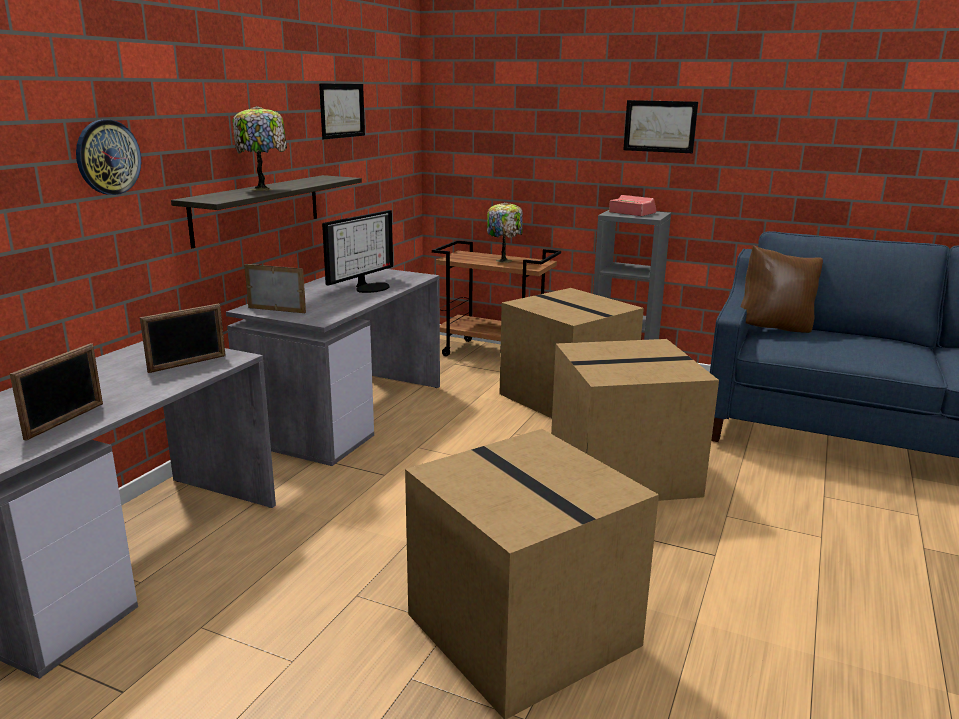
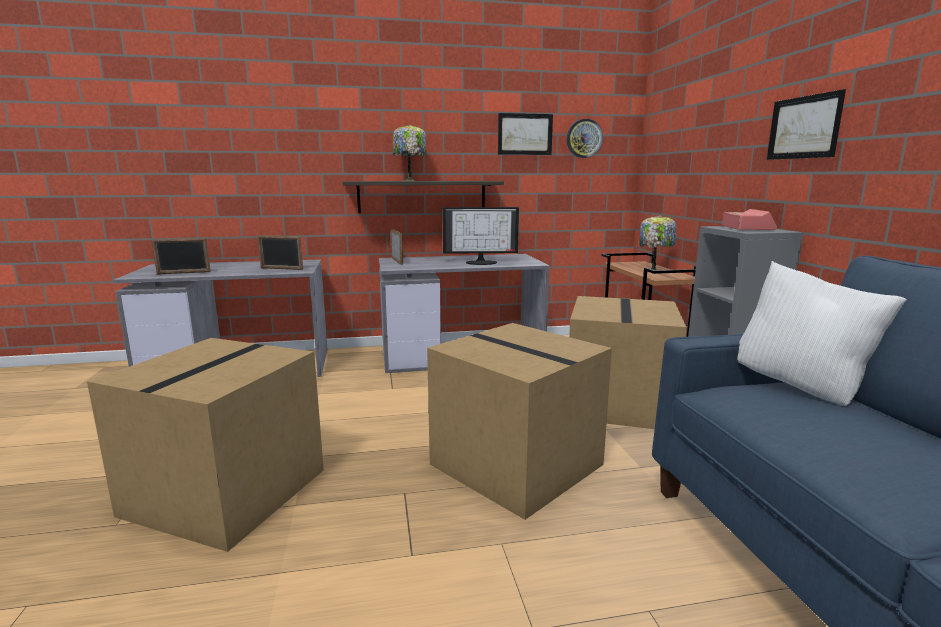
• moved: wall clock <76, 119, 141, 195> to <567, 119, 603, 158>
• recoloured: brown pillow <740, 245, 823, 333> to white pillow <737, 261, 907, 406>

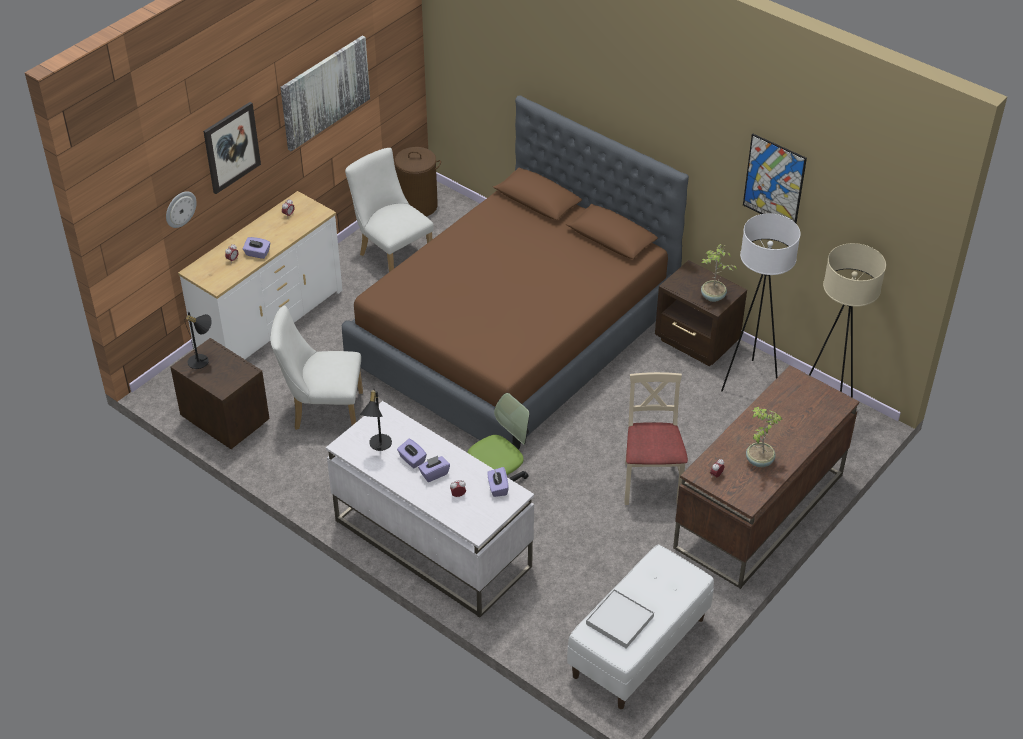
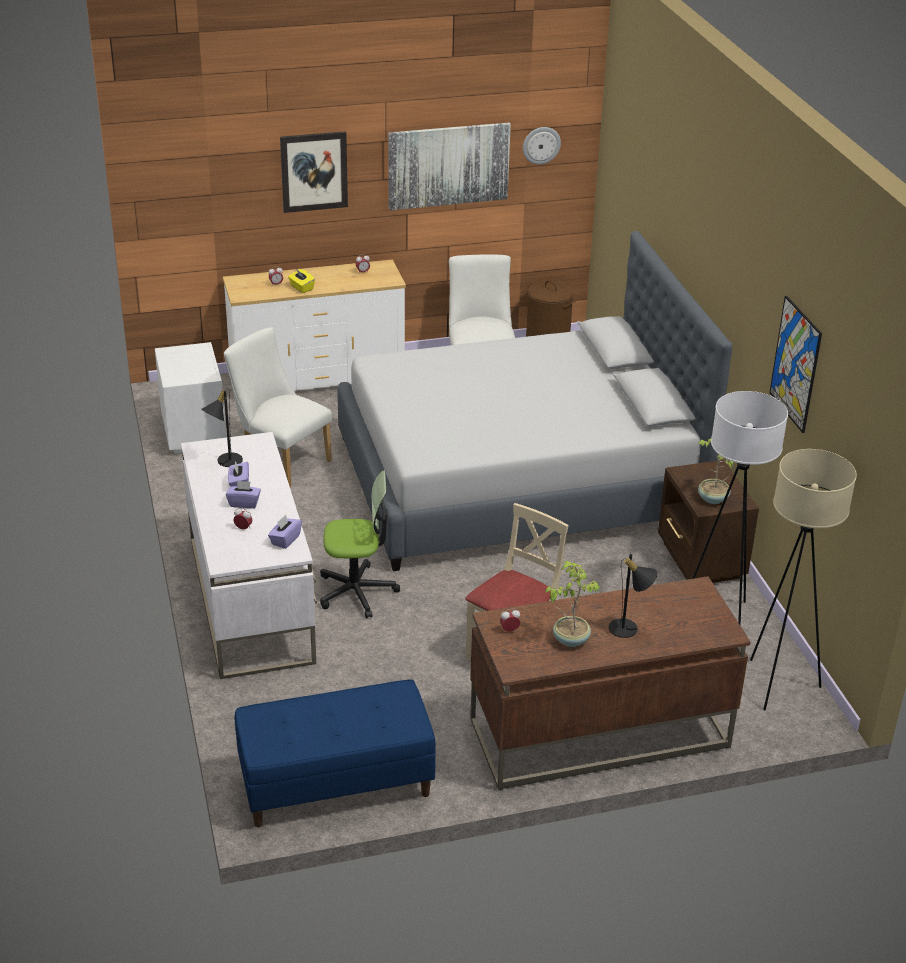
• recoloured: brown bed <342, 95, 689, 443> to grey bed <337, 231, 732, 571>
• moved: wall clock <166, 191, 197, 228> to <523, 127, 561, 164>
• recoloured: purple tissue box <243, 237, 270, 259> to yellow tissue box <288, 269, 315, 293>
• moved: black table lamp <185, 312, 212, 369> to <609, 554, 657, 638>
• recoloured: brown nightstand <170, 338, 270, 449> to white nightstand <155, 342, 226, 454>
• recoloured: white bench <567, 544, 714, 709> to blue bench <235, 679, 436, 827>
• removed: white tray <586, 589, 654, 648>

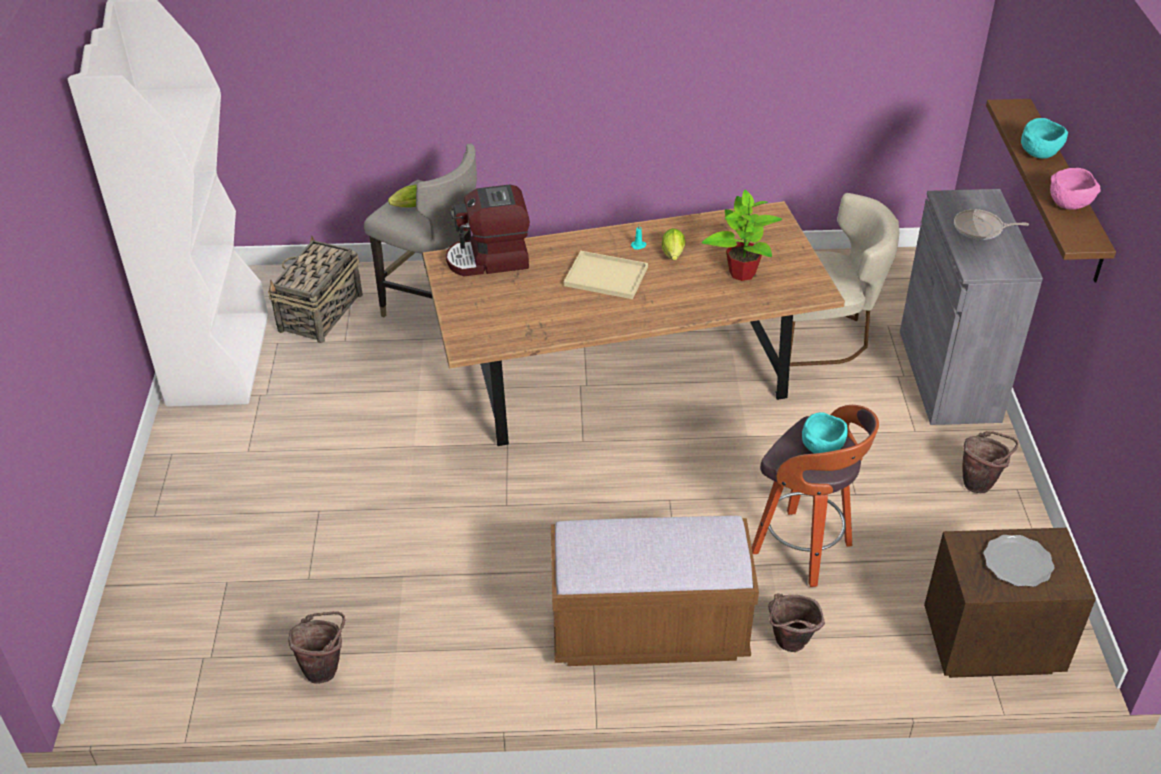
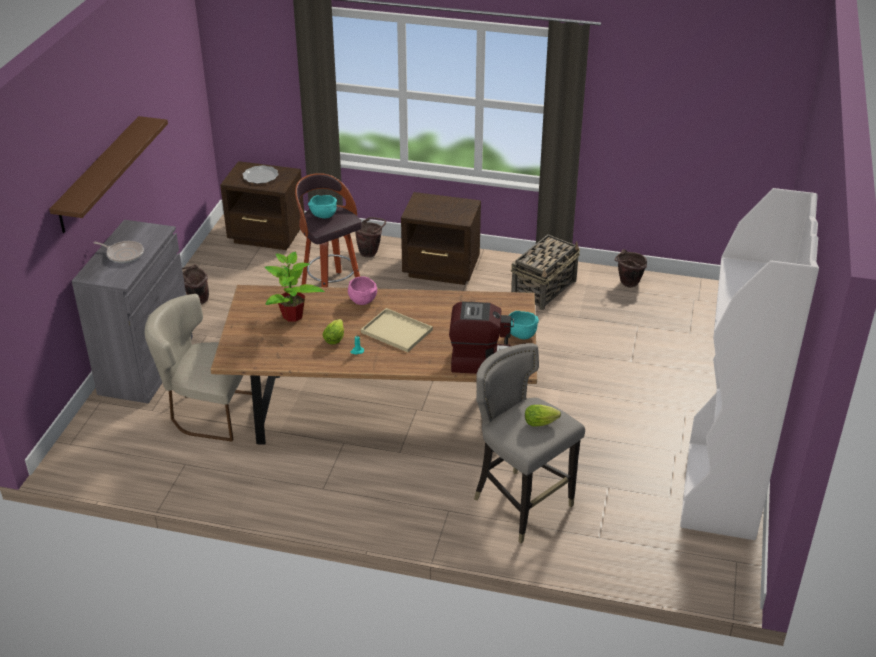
• moved: turquoise bowl <1021, 118, 1068, 159> to <509, 311, 539, 339>
• moved: pink bowl <1050, 168, 1101, 210> to <348, 277, 377, 305>
• moved: basket <268, 235, 363, 343> to <511, 234, 580, 310>
• replaced: brown bench <551, 516, 759, 666> to brown nightstand <401, 192, 481, 285>

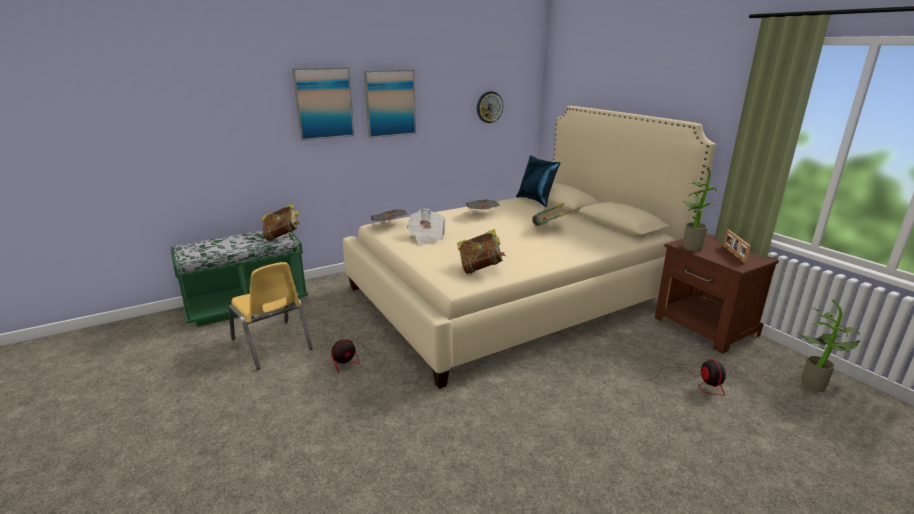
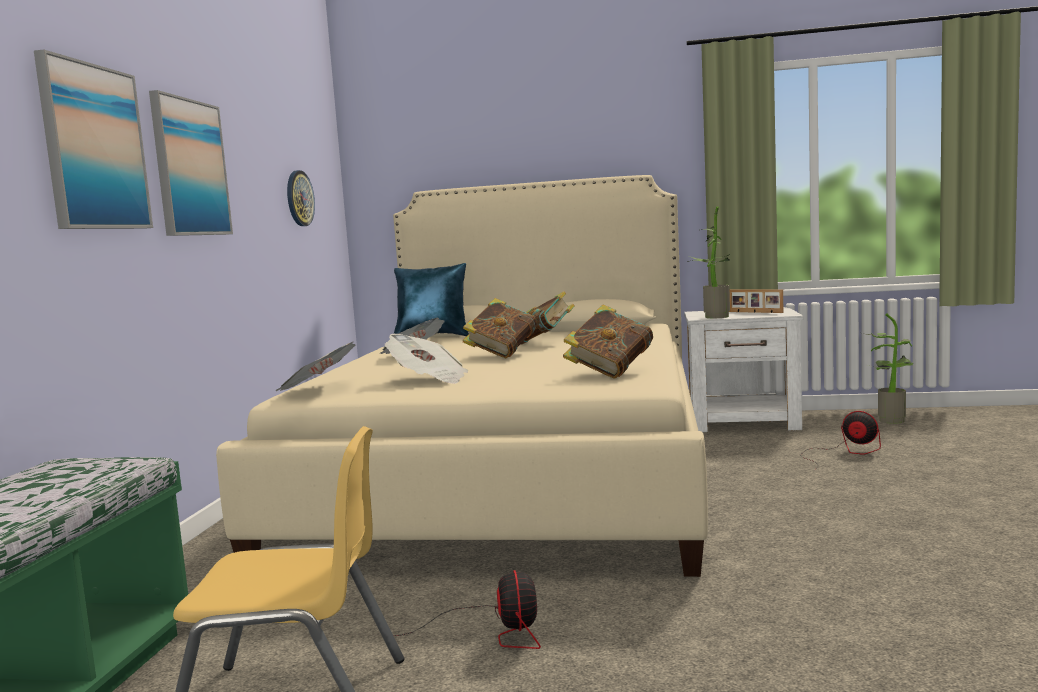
• moved: book <262, 203, 299, 241> to <463, 298, 537, 358>
• recoloured: brown nightstand <655, 234, 779, 354> to white nightstand <684, 307, 804, 432>

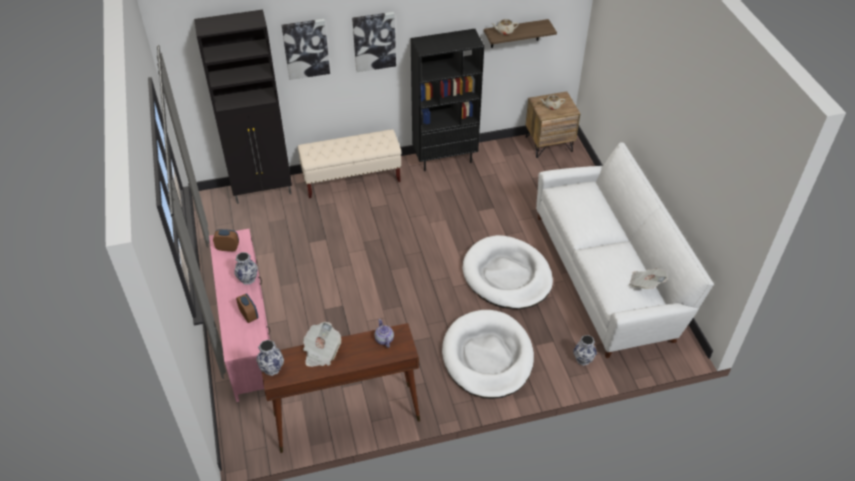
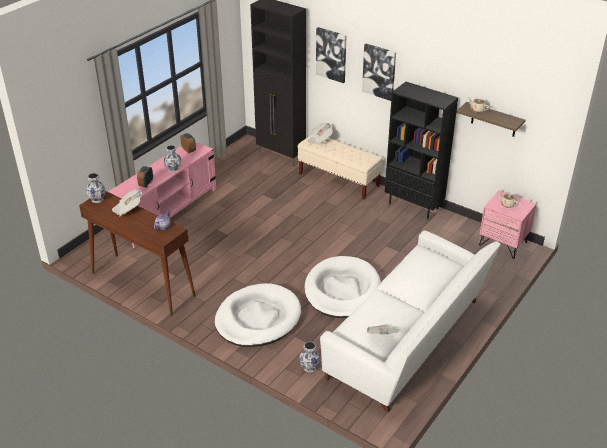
• recoloured: brown nightstand <526, 91, 581, 158> to pink nightstand <479, 190, 537, 259>
• added: newspaper <308, 123, 333, 145>

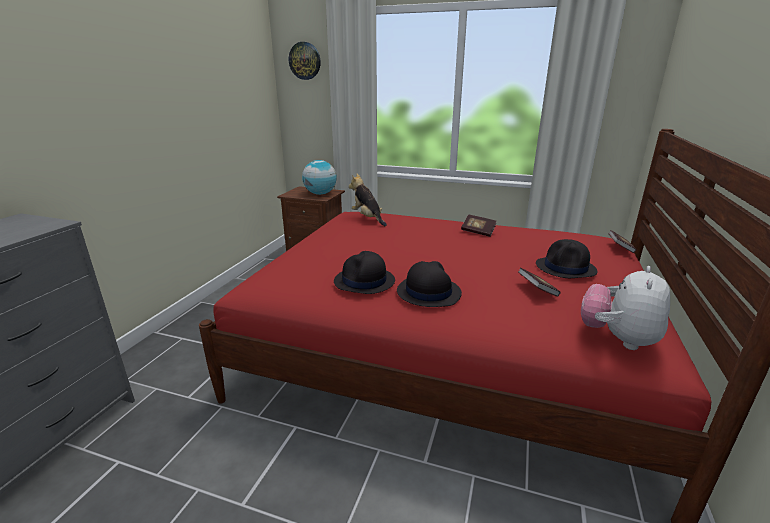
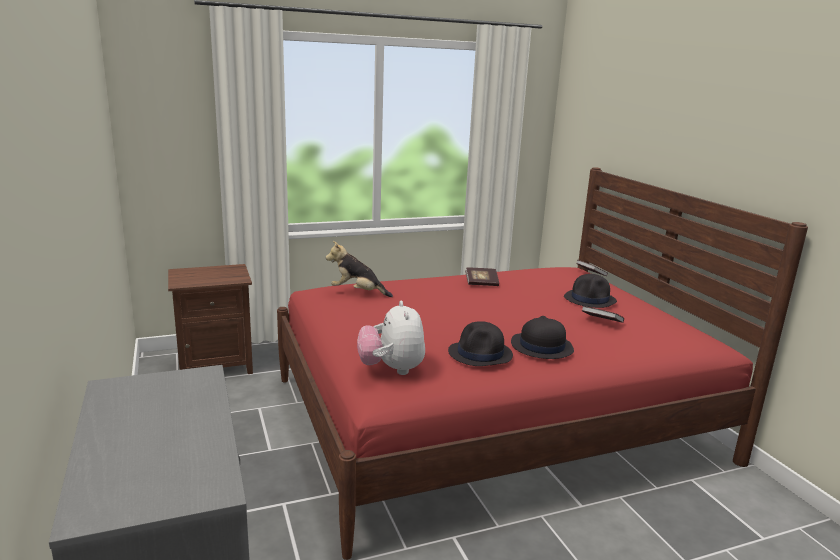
• removed: wall clock <289, 42, 321, 80>
• removed: globe <302, 160, 337, 195>
• moved: plush toy <581, 266, 670, 350> to <357, 301, 425, 375>

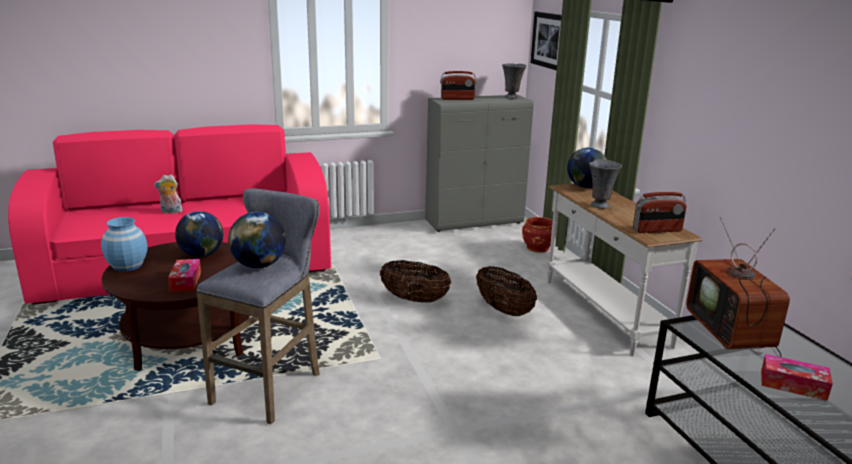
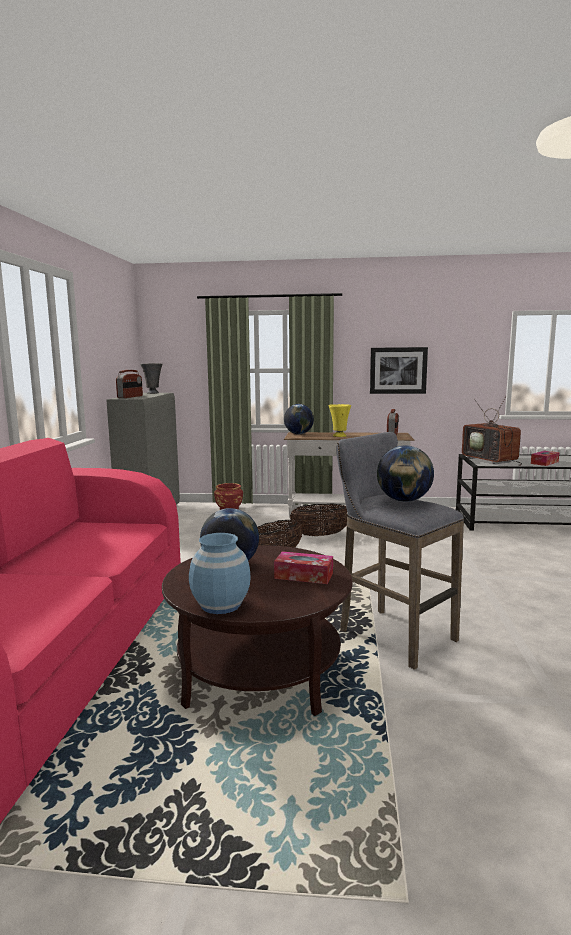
• moved: picture <531, 12, 562, 71> to <370, 347, 428, 394>
• recoloured: grey vase <589, 160, 622, 209> to yellow vase <328, 404, 351, 437>
• removed: plush toy <154, 174, 182, 214>
• turned: television <686, 217, 790, 357> = <462, 396, 522, 466> 45 degrees clockwise

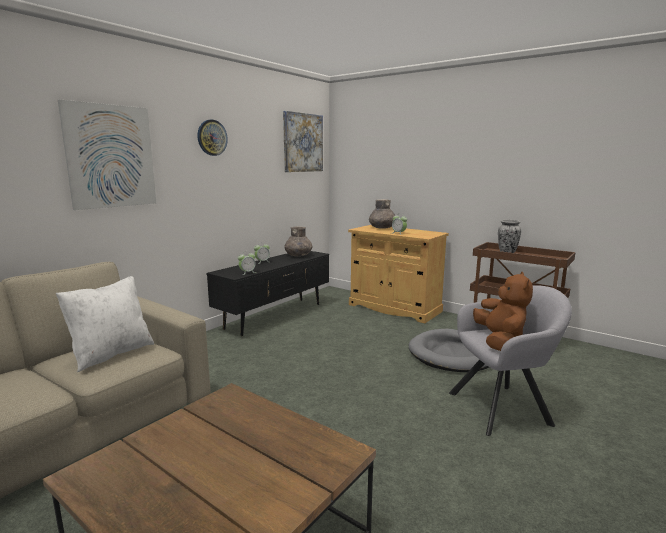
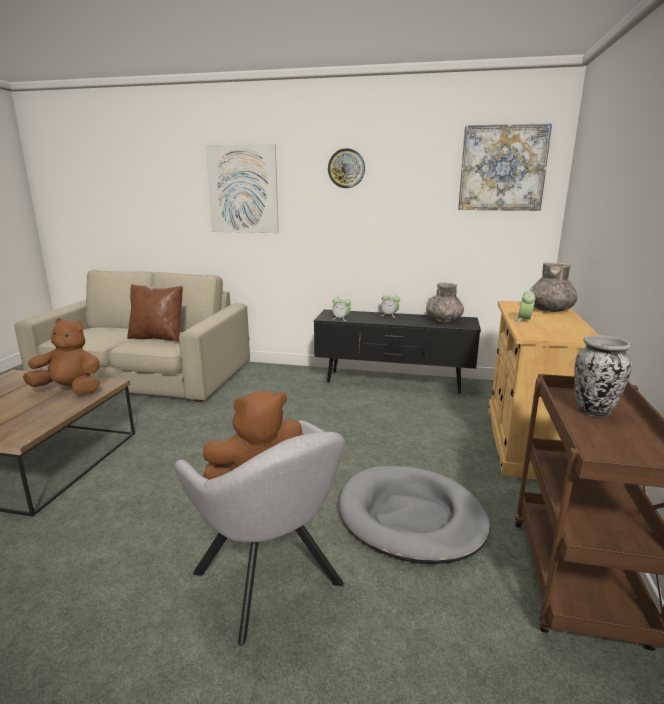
• recoloured: white pillow <56, 276, 154, 372> to brown pillow <127, 284, 183, 342>
• added: brown plush toy <23, 318, 100, 395>

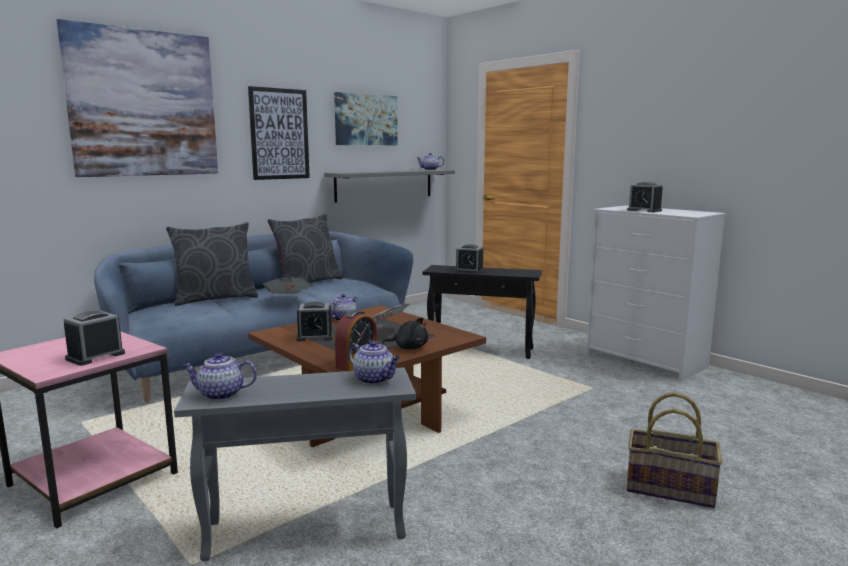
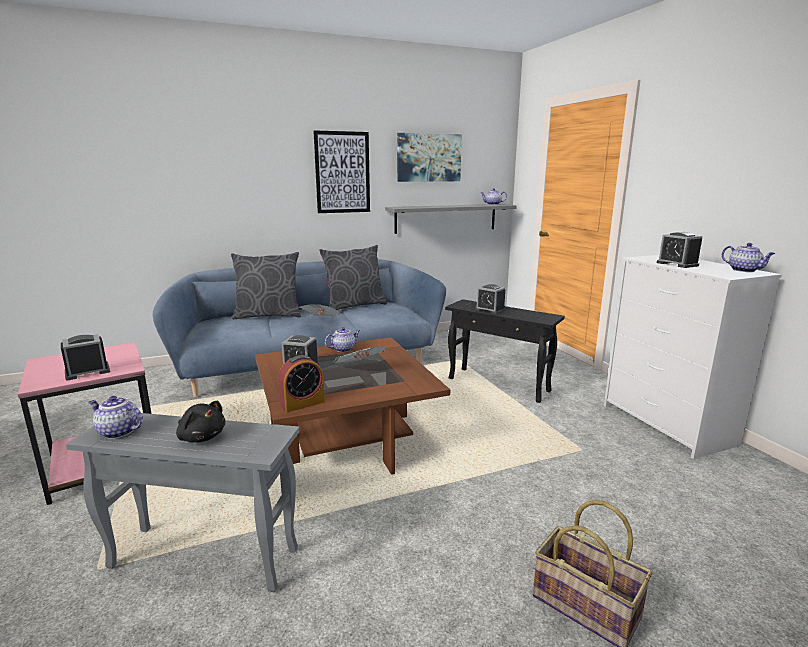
• removed: picture <56, 19, 218, 177>
• moved: black plush toy <382, 317, 428, 349> to <176, 401, 225, 443>
• moved: teapot <348, 341, 400, 384> to <722, 243, 775, 272>

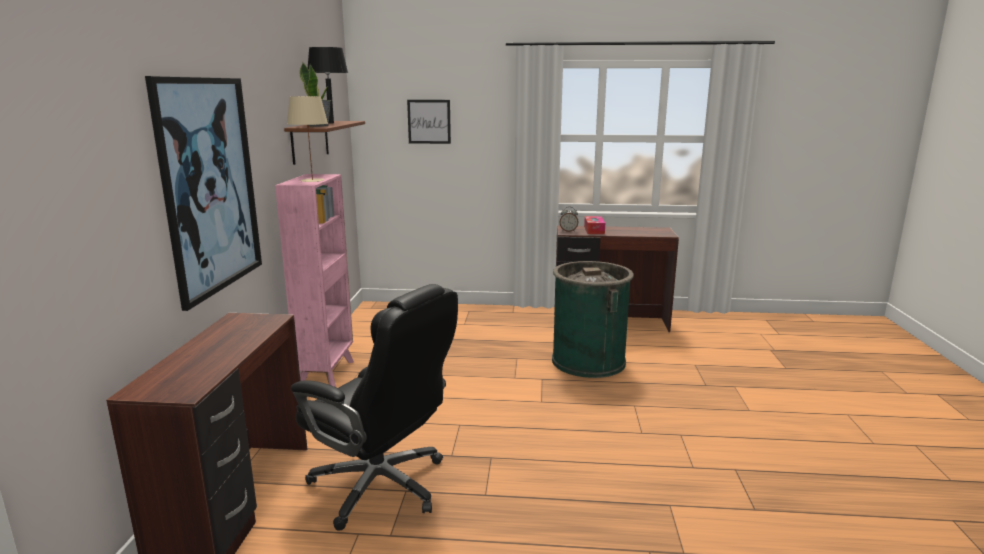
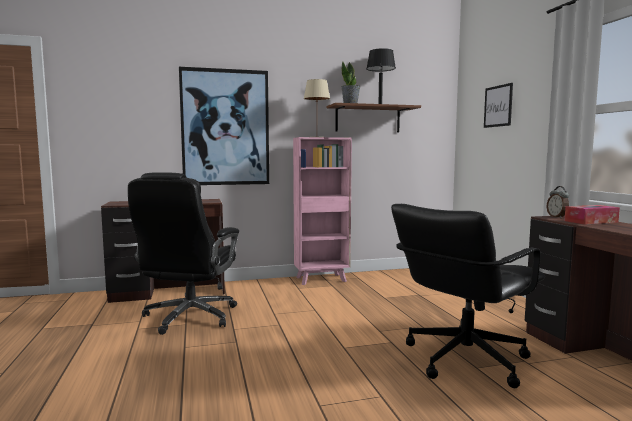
• replaced: green trash can <552, 261, 634, 378> to black office chair <391, 204, 545, 388>

